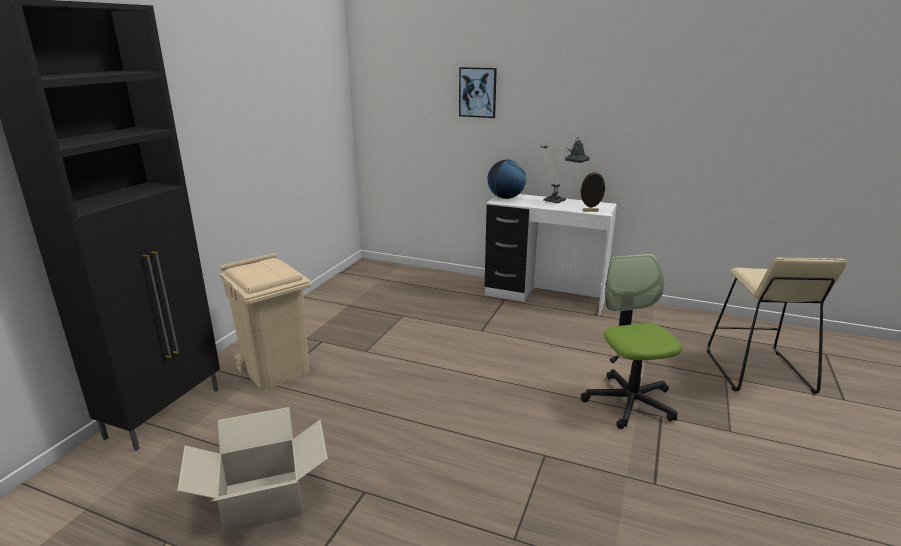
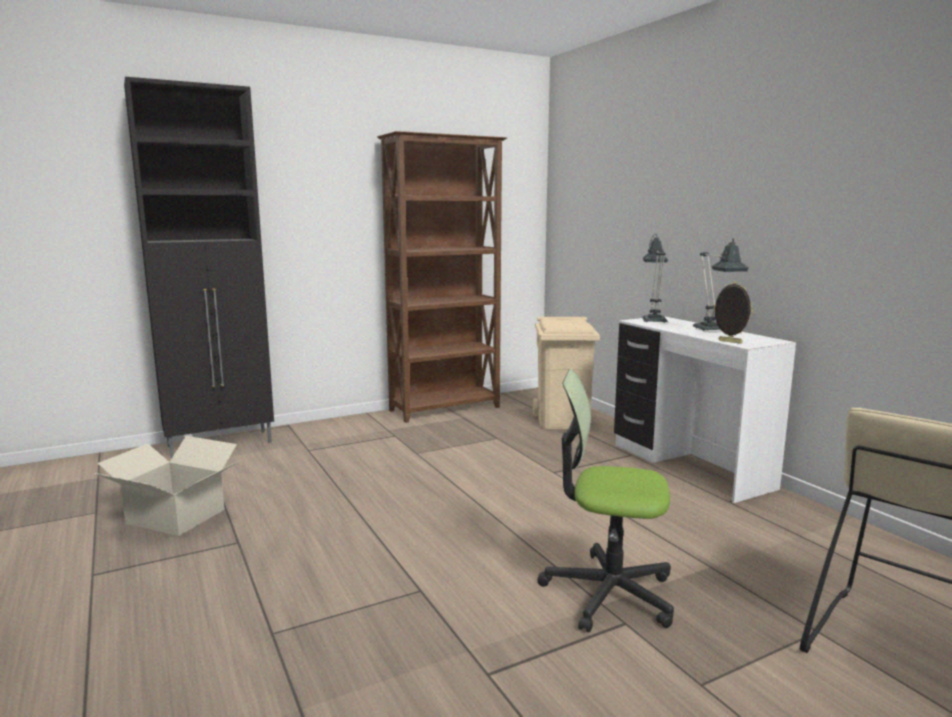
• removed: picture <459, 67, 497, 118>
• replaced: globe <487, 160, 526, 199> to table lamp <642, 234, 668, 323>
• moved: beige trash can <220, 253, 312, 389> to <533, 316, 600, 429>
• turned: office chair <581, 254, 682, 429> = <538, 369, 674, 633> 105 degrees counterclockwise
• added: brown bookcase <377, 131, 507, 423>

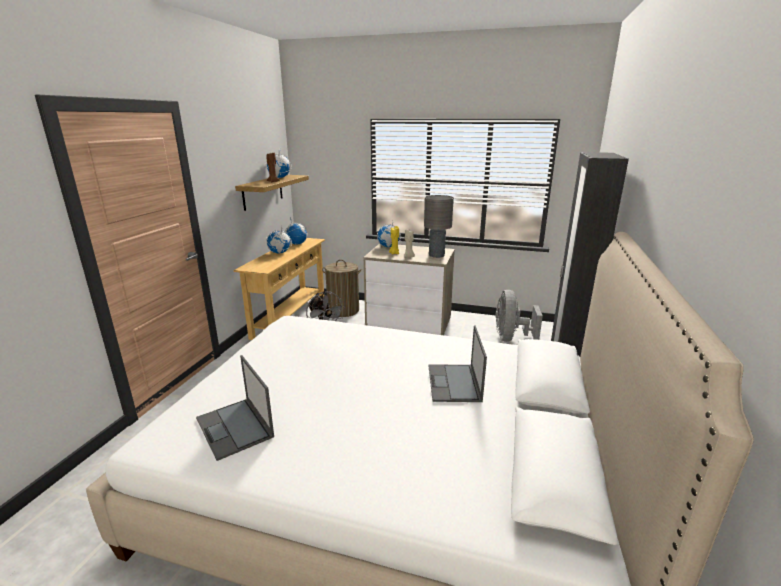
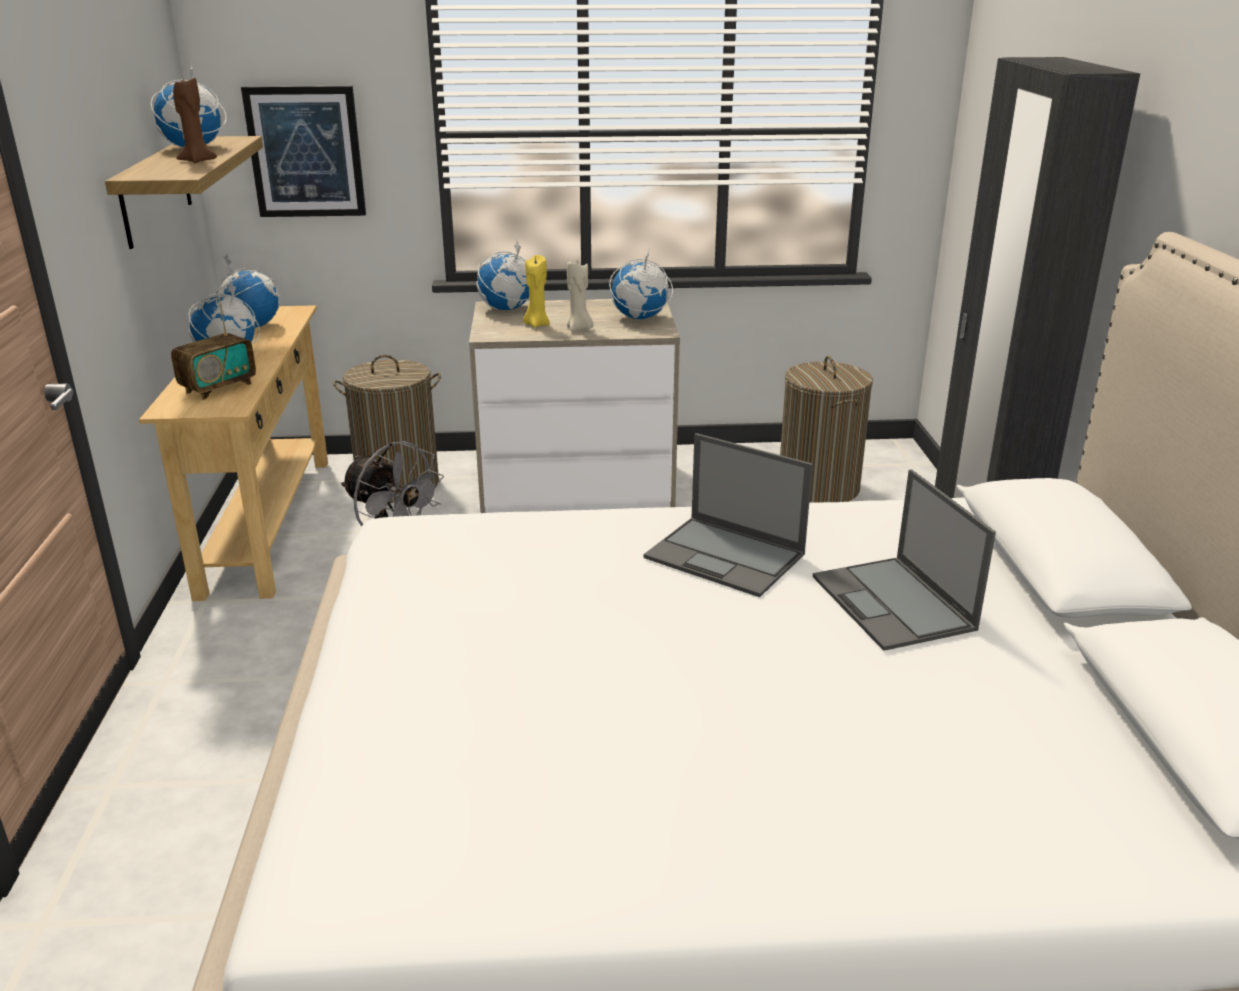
• replaced: grey table lamp <424, 195, 454, 258> to globe <609, 250, 673, 319>
• replaced: grey fan <495, 290, 543, 342> to laundry basket <780, 356, 873, 503>
• moved: laptop <196, 355, 274, 461> to <644, 433, 813, 597>
• added: picture <241, 86, 366, 217>
• added: radio <171, 297, 256, 400>

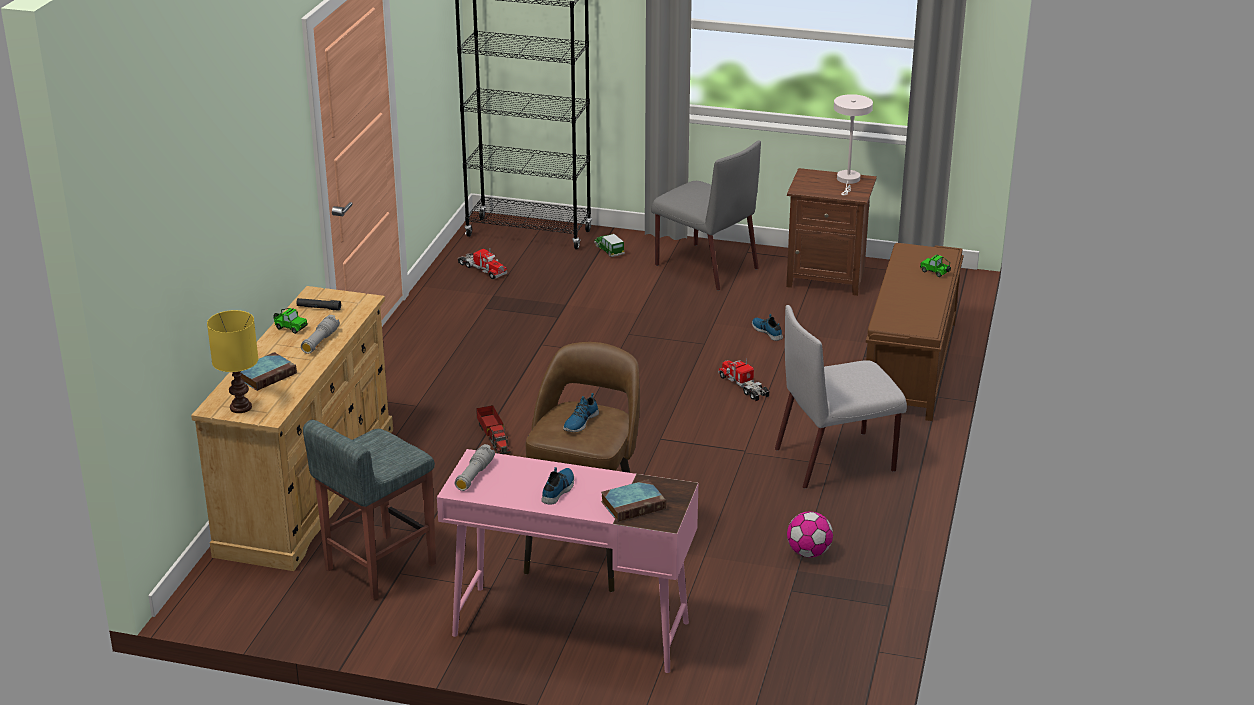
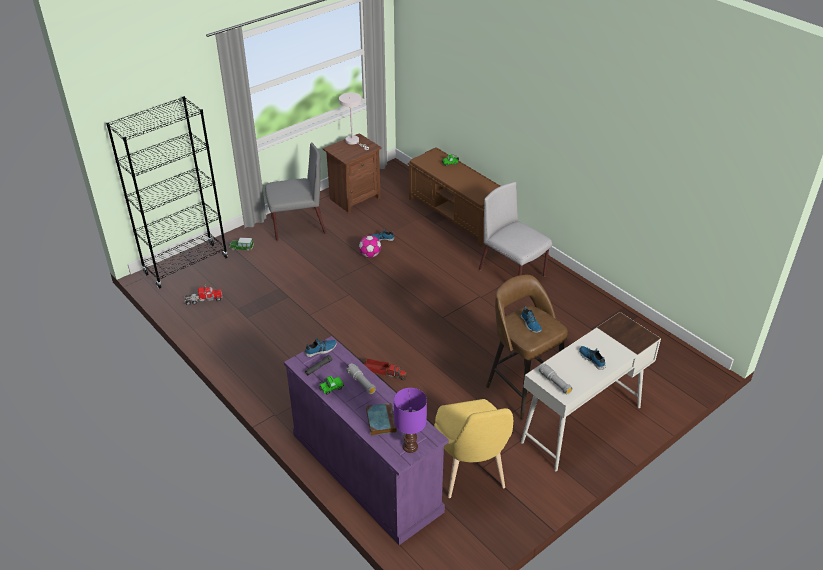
• recoloured: beige dresser <191, 286, 393, 571> to purple dresser <284, 336, 449, 545>
• turned: grey chair <775, 305, 907, 489> = <479, 182, 552, 277> 120 degrees clockwise
• recoloured: yellow table lamp <207, 310, 259, 413> to purple table lamp <394, 388, 427, 453>
• removed: toy truck <718, 359, 769, 401>
• replaced: grey stool <303, 420, 436, 600> to yellow chair <434, 399, 513, 498>
• recoloured: pink desk <437, 449, 698, 673> to white desk <521, 312, 661, 471>
• removed: book <601, 479, 666, 522>
• moved: football <787, 511, 833, 557> to <359, 235, 381, 258>
• added: shoe <305, 338, 337, 357>

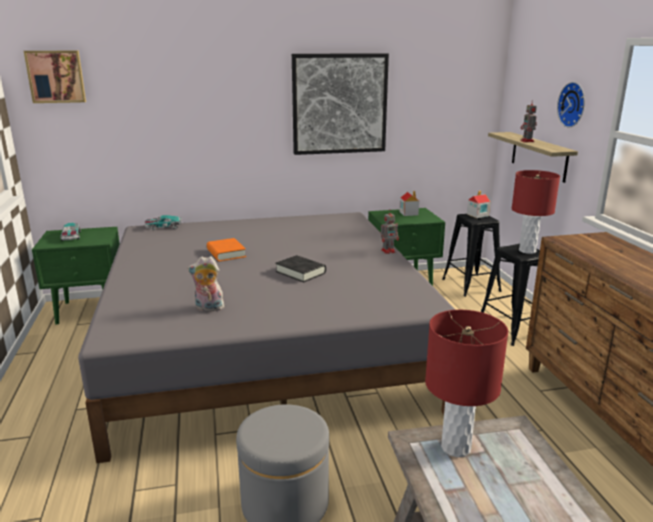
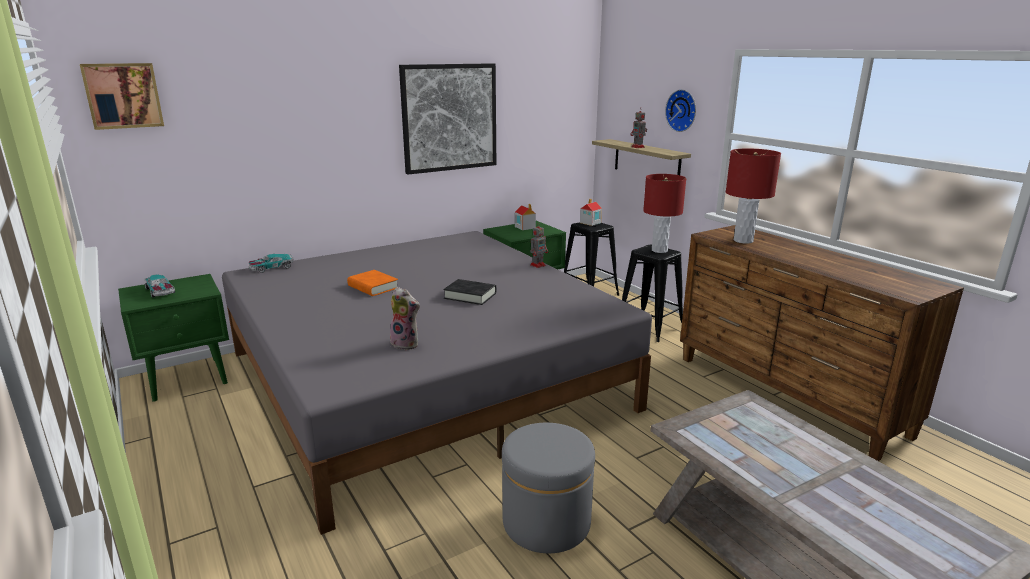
• turned: plush toy <187, 256, 224, 311> = <389, 287, 420, 350> 135 degrees counterclockwise
• moved: red table lamp <425, 310, 508, 457> to <726, 148, 781, 244>

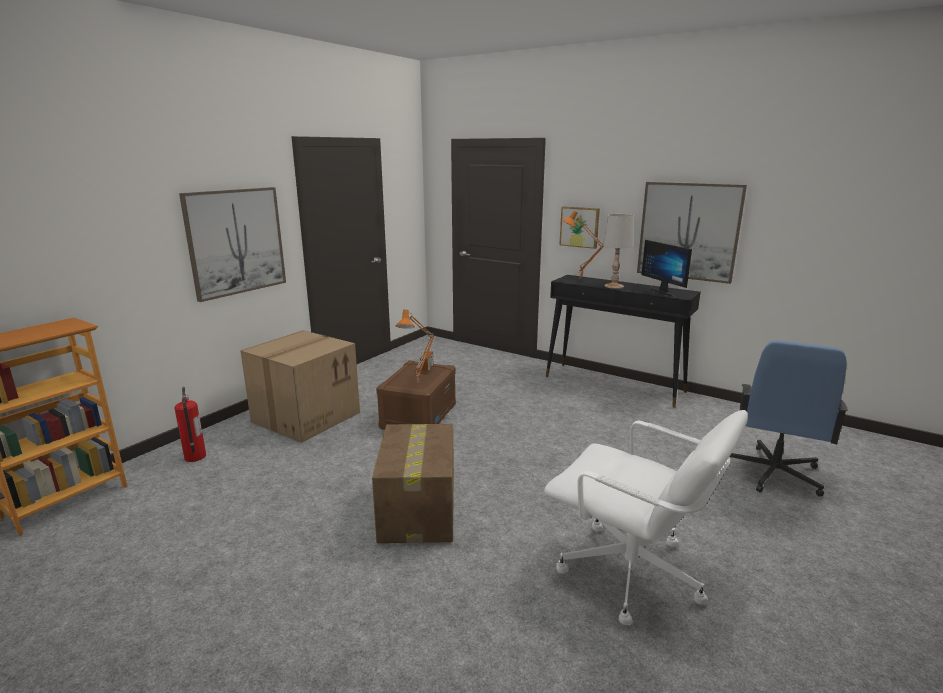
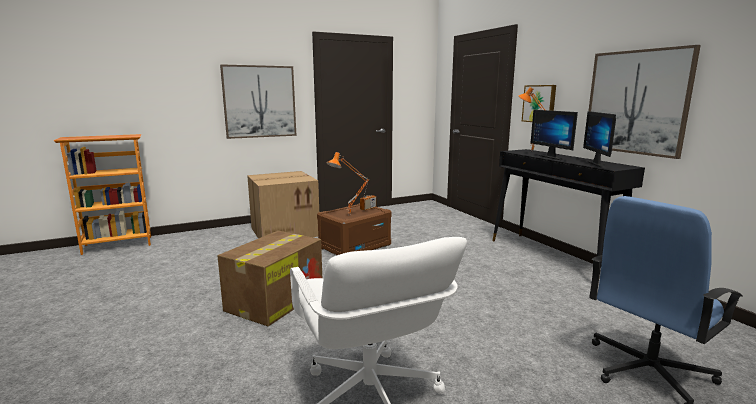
• replaced: white table lamp <603, 214, 634, 289> to monitor <531, 110, 578, 160>
• removed: fire extinguisher <175, 387, 206, 462>

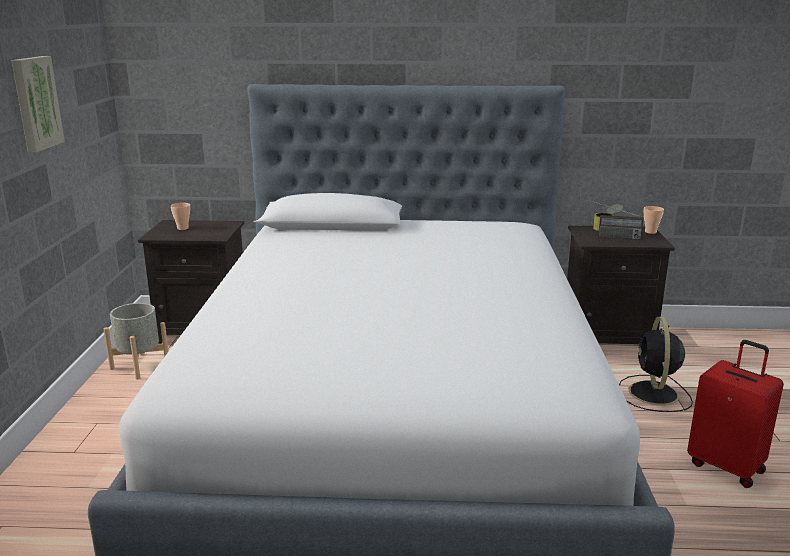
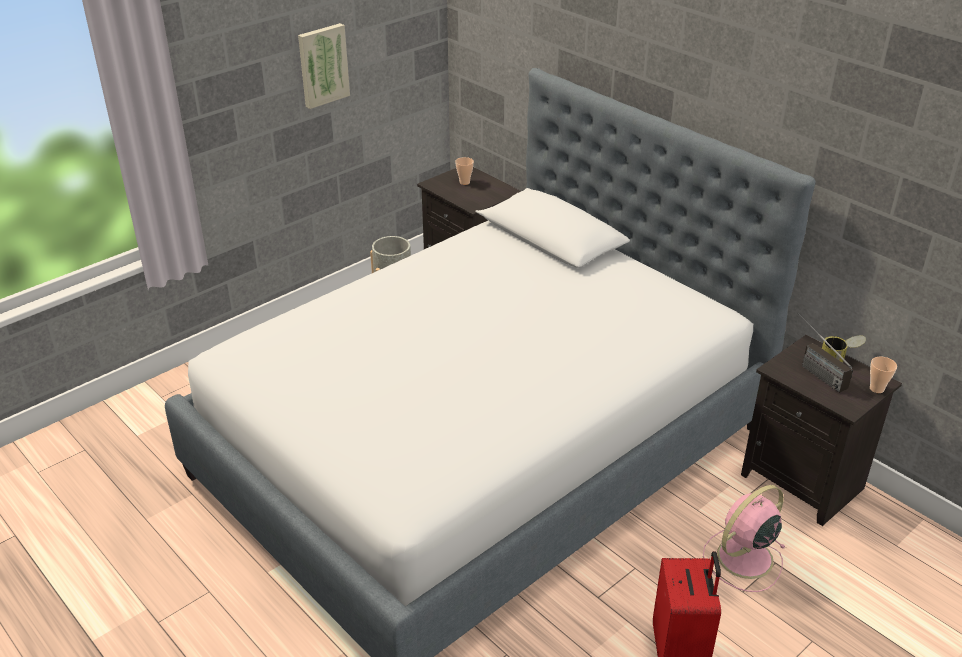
• recoloured: black fan <619, 317, 693, 412> to pink fan <703, 485, 786, 592>

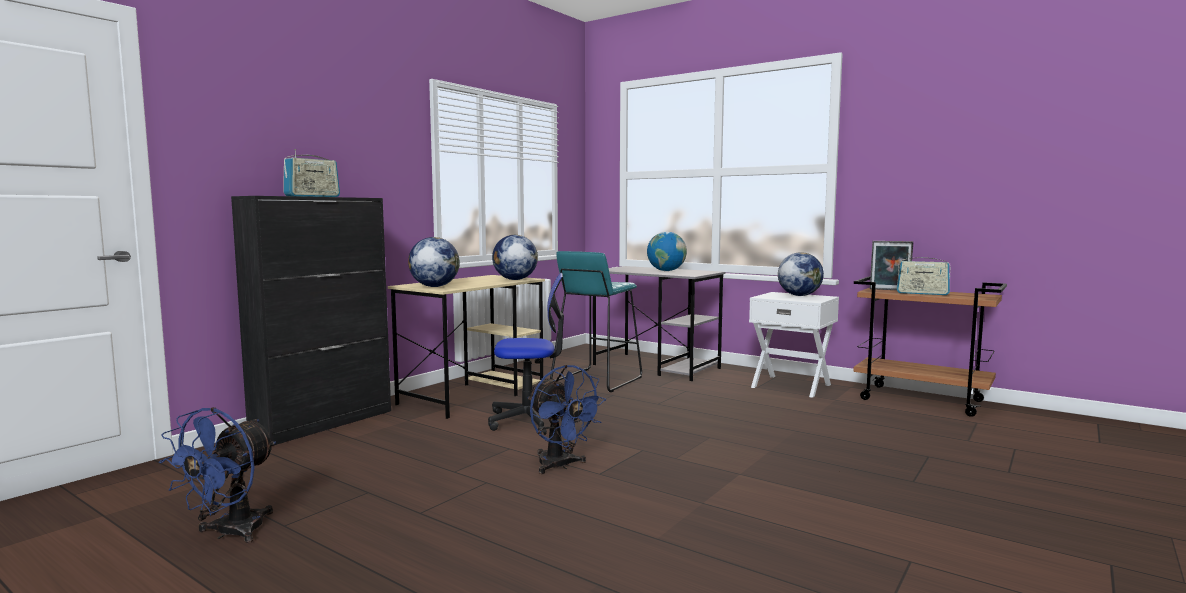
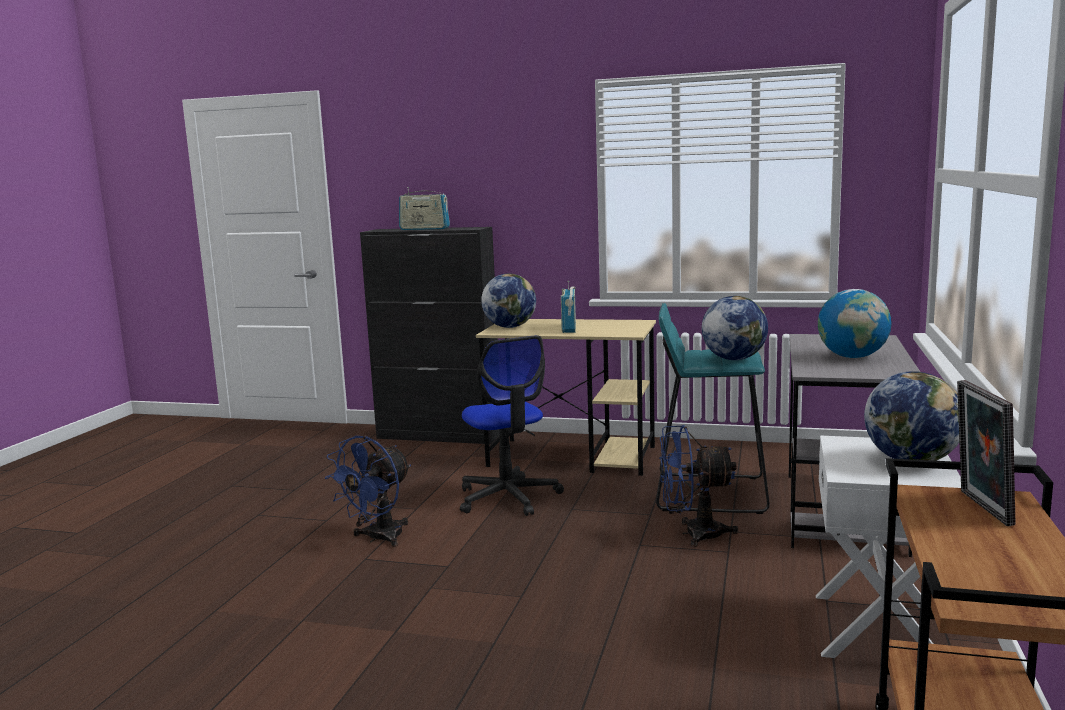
• moved: globe <492, 235, 538, 280> to <702, 296, 768, 360>
• moved: radio <897, 253, 950, 295> to <561, 281, 576, 333>
• moved: blue fan <159, 407, 276, 543> to <659, 425, 738, 547>

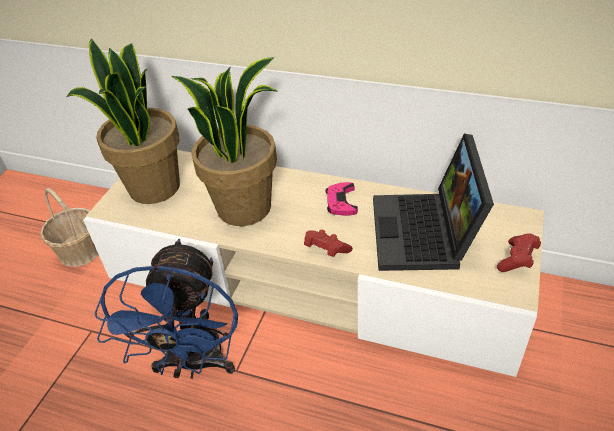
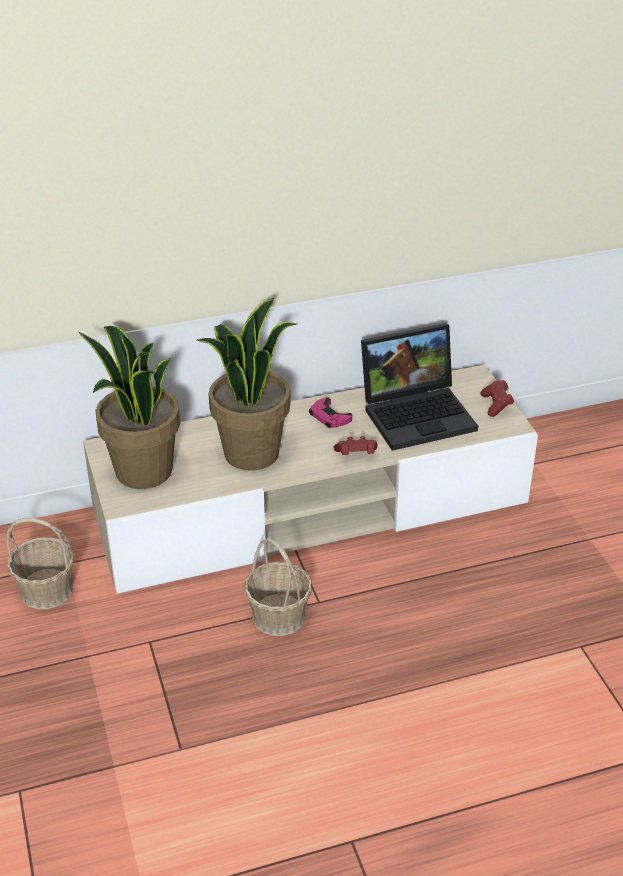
• turned: laptop <373, 133, 494, 271> = <361, 323, 478, 451> 75 degrees counterclockwise
• replaced: blue fan <94, 239, 238, 379> to basket <244, 538, 312, 636>

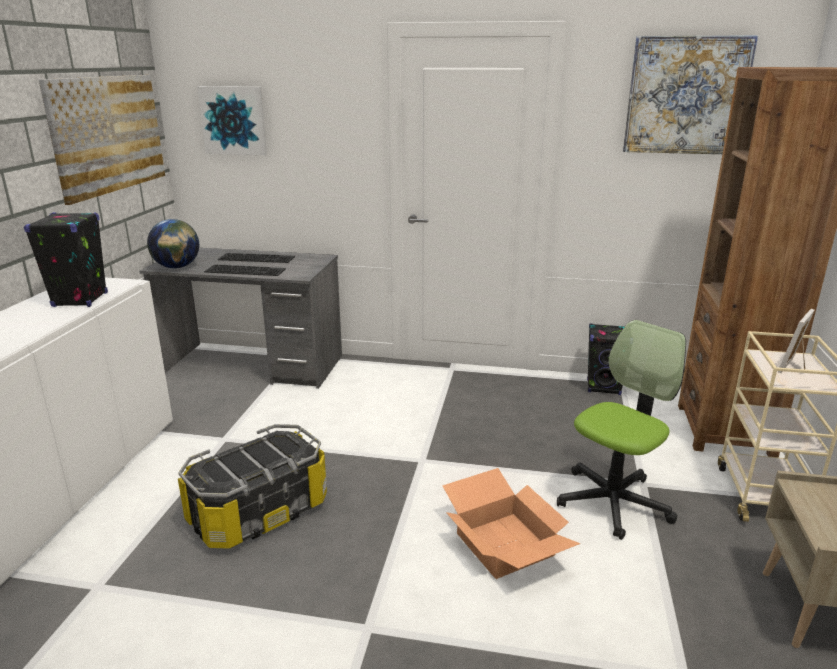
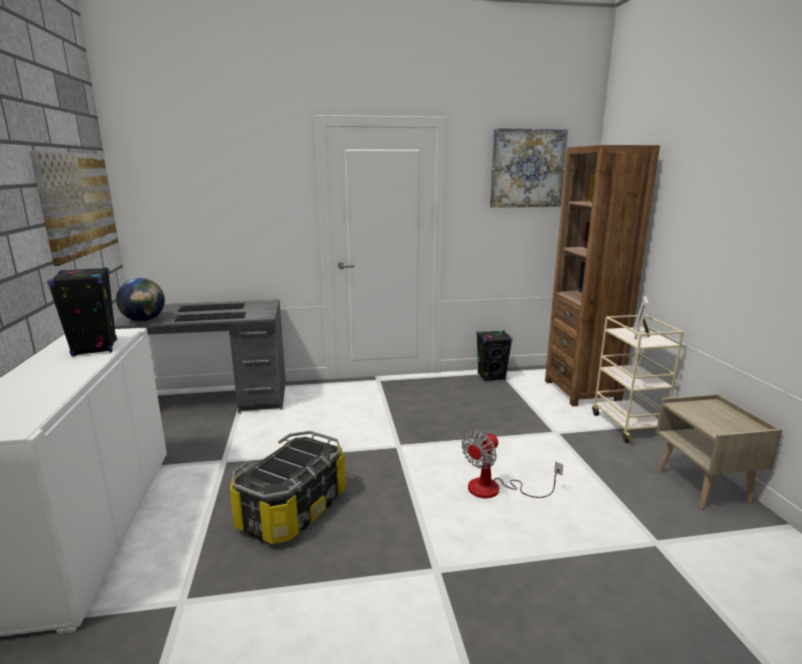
• removed: picture <197, 86, 267, 155>
• removed: office chair <557, 320, 686, 540>
• replaced: cardboard box <442, 468, 581, 579> to fan <462, 430, 563, 498>

